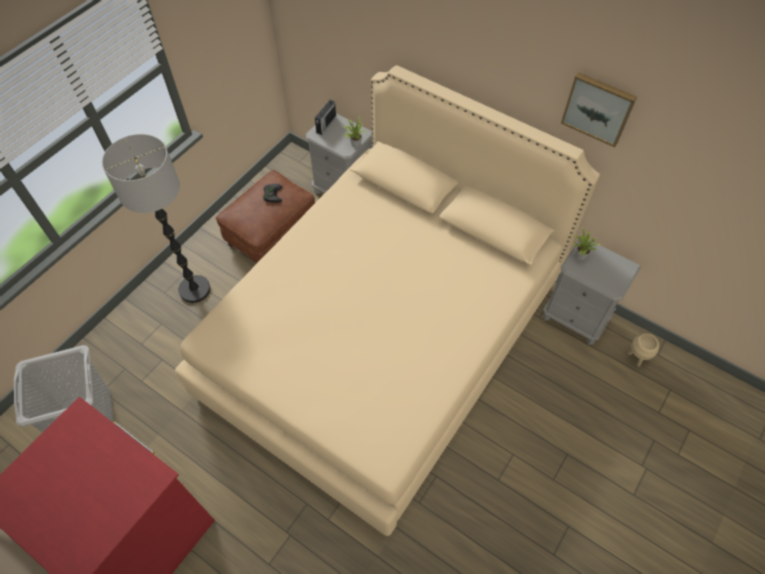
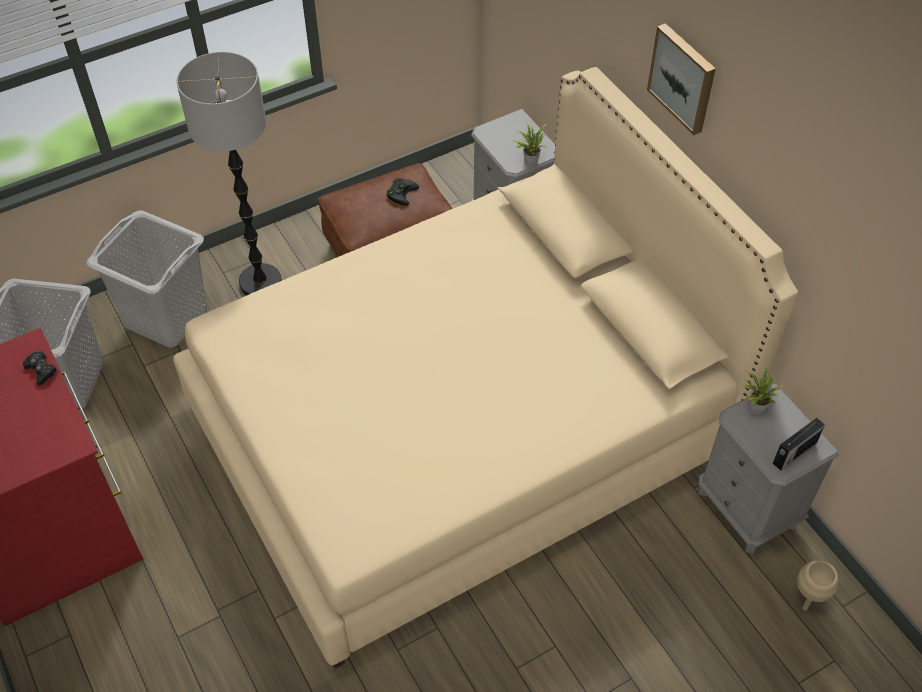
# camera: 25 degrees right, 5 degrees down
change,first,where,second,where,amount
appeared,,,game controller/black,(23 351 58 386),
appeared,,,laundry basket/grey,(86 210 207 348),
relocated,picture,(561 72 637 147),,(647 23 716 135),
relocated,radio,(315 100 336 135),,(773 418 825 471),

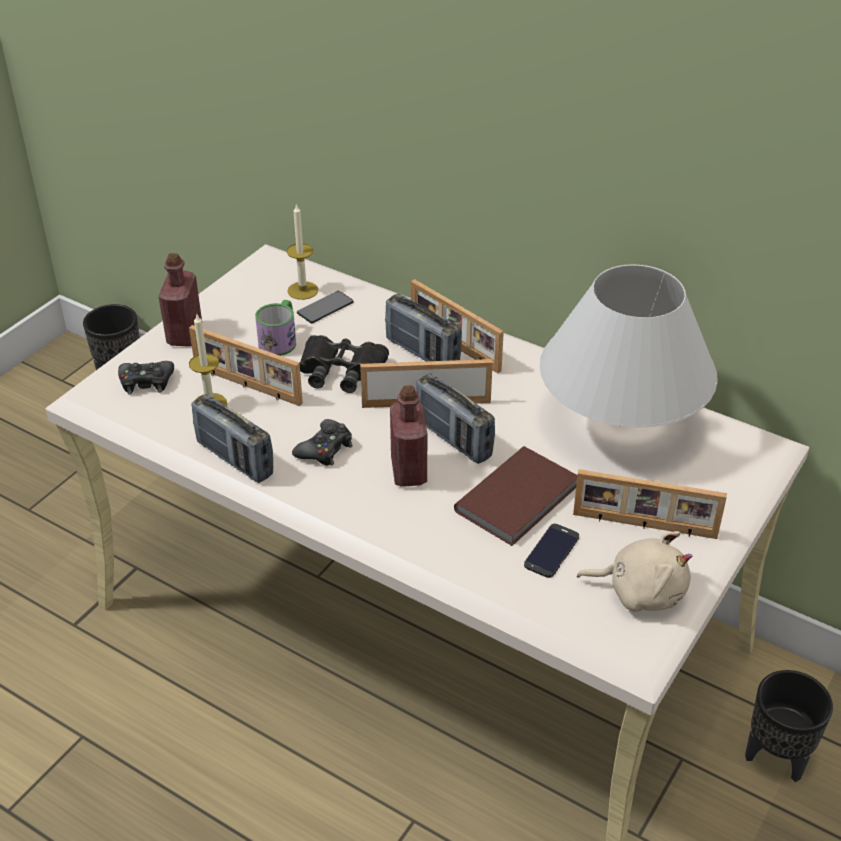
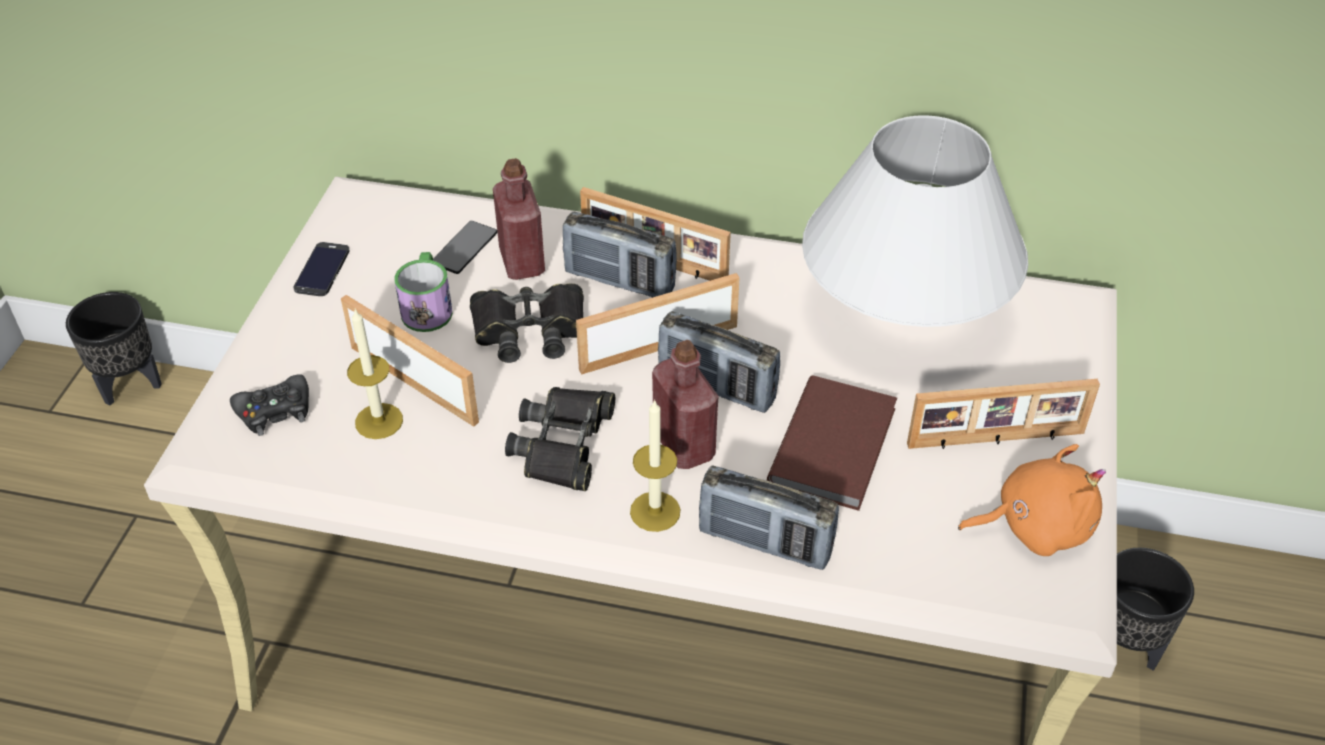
# camera: 20 degrees left, 5 degrees up
change,first,where,second,where,amount
relocated,phone,(524 524 579 578),,(294 242 350 296),
spun,picture frame,(189 325 303 406),,(341 295 479 427),150 degrees counterclockwise
relocated,bottle/red,(158 253 202 347),,(493 158 545 280),
exchanged,game controller/black,(292 419 353 466),binoculars/black,(505 387 615 491),
relocated,candle,(286 203 318 300),,(630 399 680 532),
relocated,radio,(191 394 273 483),,(699 465 839 570),
colour,plush toy/beige,(577 531 692 612),plush toy/orange,(958 444 1106 556),

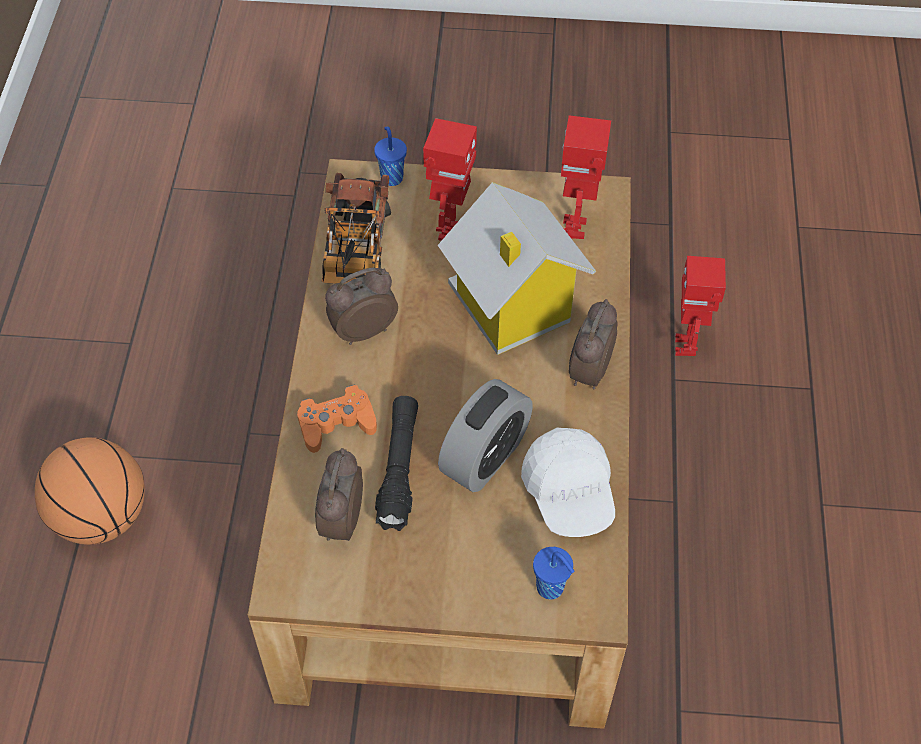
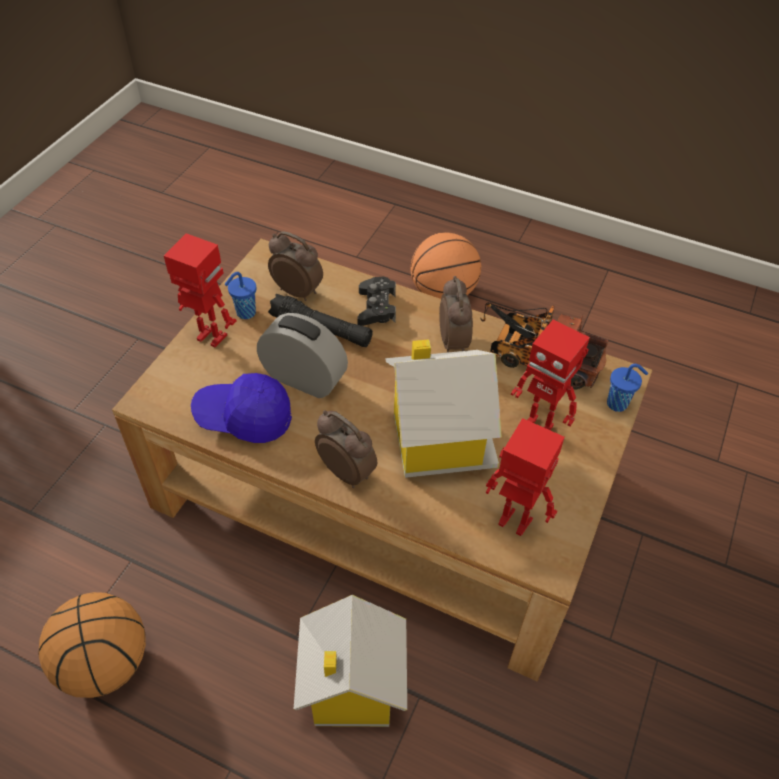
# camera: 110 degrees right, 5 degrees down
change,first,where,second,where,amount
appeared,,,basketball,(38 592 146 698),
relocated,toy robot,(675 256 726 356),,(164 233 237 347),
colour,cap/white,(521 427 615 537),cap/blue,(191 373 292 443),
relocated,cup/blue,(533 547 574 599),,(225 272 256 319),
spun,alarm clock,(438 379 533 492),,(257 313 348 398),150 degrees clockwise
appeared,,,toy house,(294 595 407 727),
colour,game controller/orange,(297 385 377 453),game controller/black,(358 277 396 326),

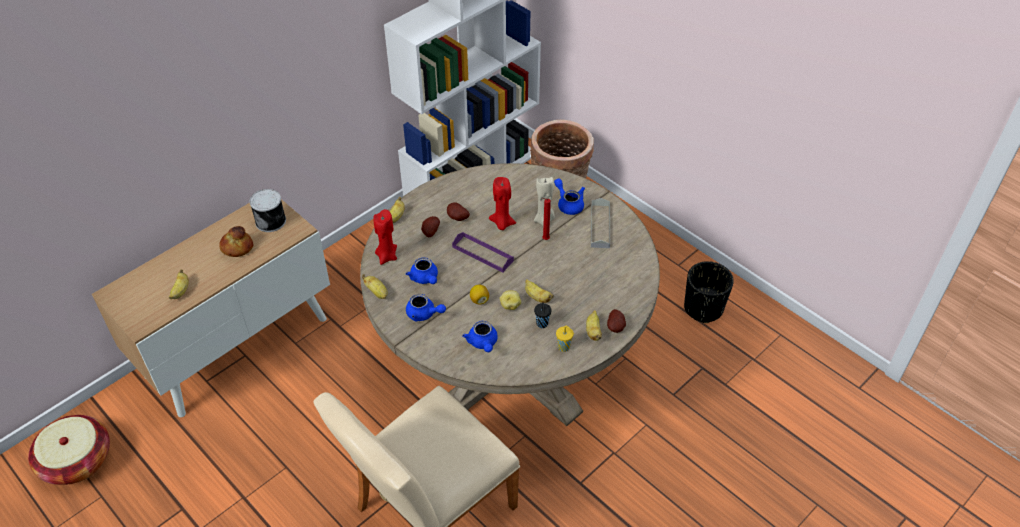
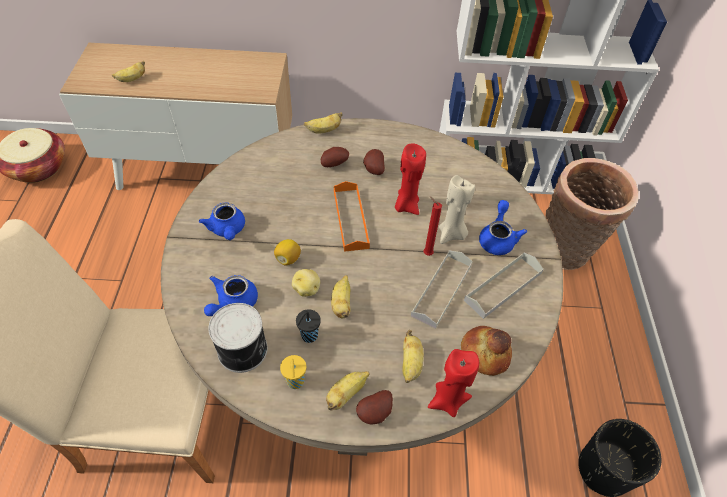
# camera: 45 degrees right, 5 degrees up
change,first,where,second,where,amount
relocated,can,(250 189 286 232),,(208 303 268 373),
colour,tray/purple,(452 232 514 273),tray/orange,(334 181 370 252),
relocated,banana,(362 274 388 299),,(402 330 424 383),
appeared,,,tray/grey,(410 251 473 329),
relocated,candle/red,(373 209 397 265),,(428 349 479 417),
relocated,bread,(219 226 253 257),,(461 326 512 376),
missing,teapot/blue,(406 257 438 284),,,

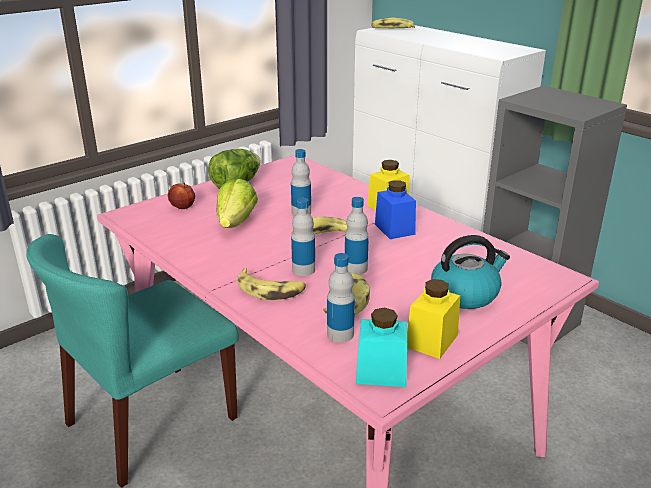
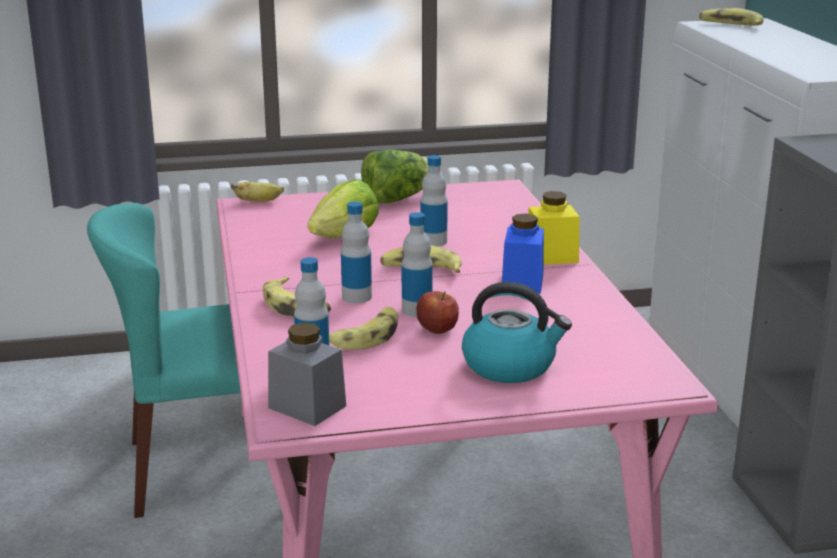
# camera: 30 degrees right, 5 degrees down
change,first,where,second,where,amount
appeared,,,banana,(231 182 284 201),
colour,jar/turquoise,(356 308 407 387),jar/grey,(268 323 346 426),
relocated,apple,(168 183 195 209),,(416 291 459 334),
missing,jar/yellow,(407 279 460 359),,,

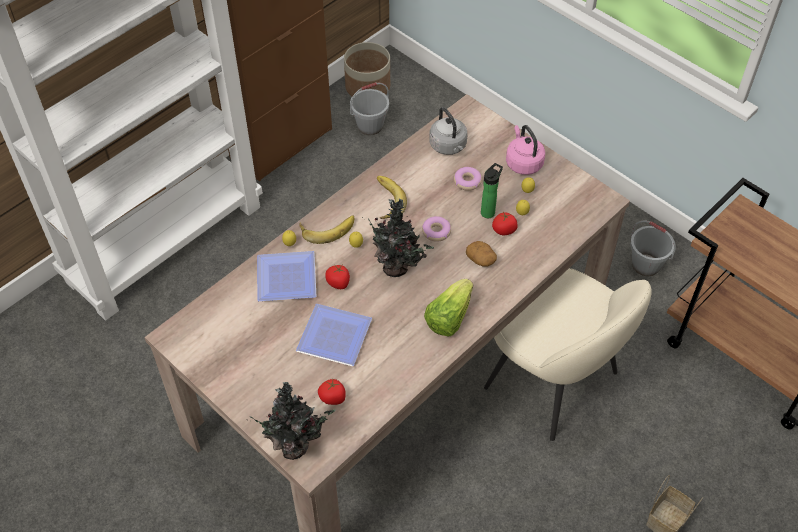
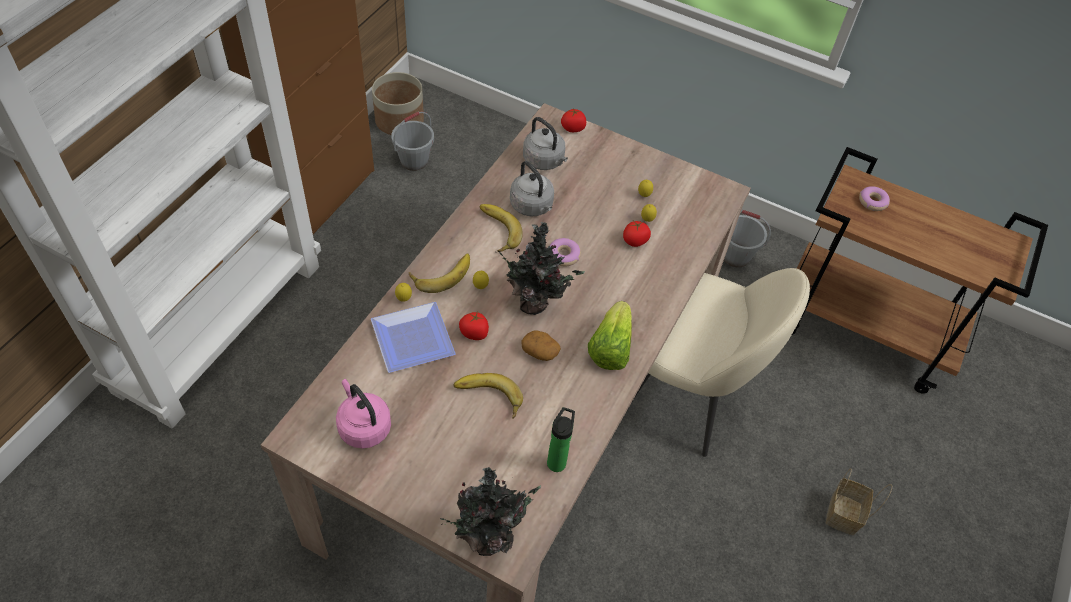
# camera: 20 degrees left, 0 degrees up
change,first,where,second,where,amount
relocated,kettle/pink,(506 125 545 175),,(336 379 391 449),
exchanged,plate,(296 304 372 366),banana,(454 373 523 419),
appeared,,,kettle/grey,(510 161 554 217),
relocated,potato,(466 241 497 267),,(521 330 561 361),
relocated,bottle,(481 163 503 218),,(547 407 575 472),
relocated,tomato,(318 379 346 405),,(561 108 586 132),
relocated,donut,(454 167 482 191),,(859 186 890 211),

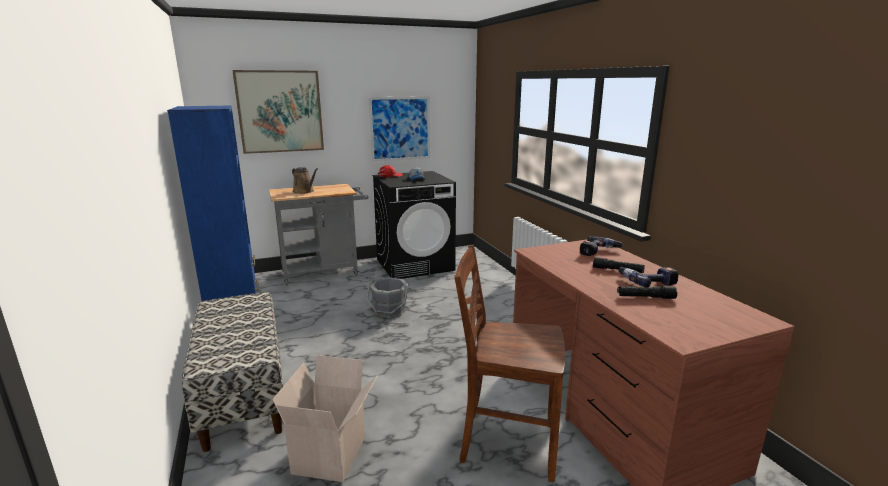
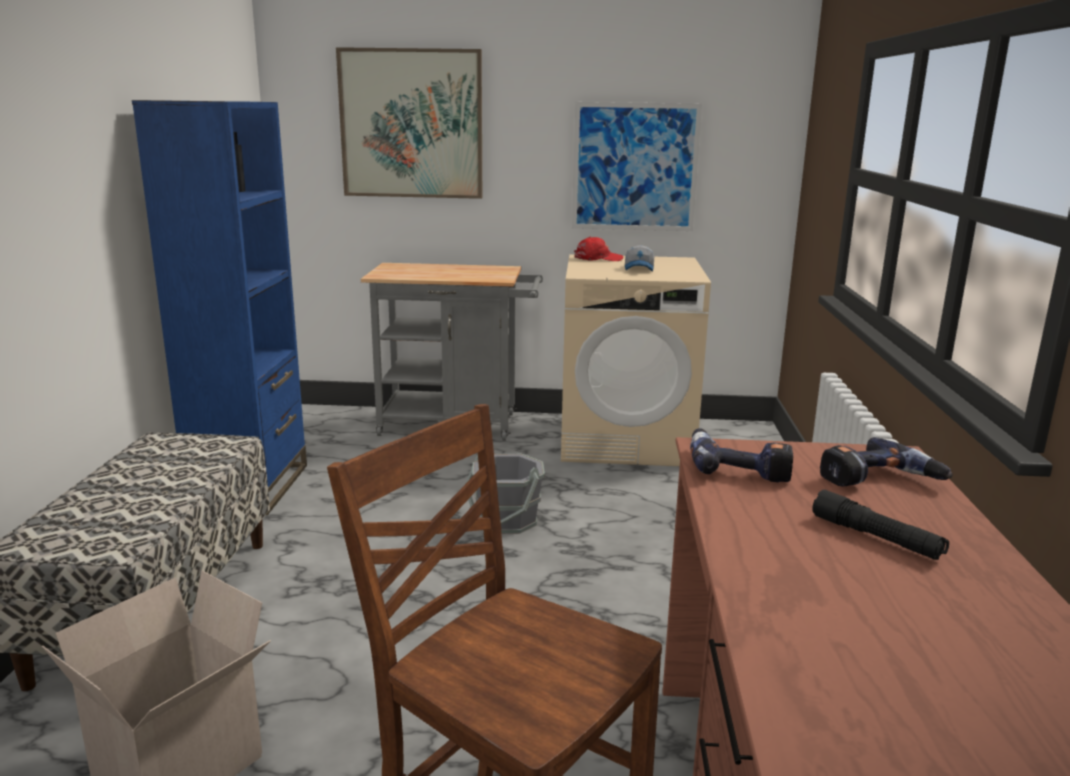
# camera: 25 degrees right, 0 degrees up
change,first,where,second,where,amount
colour,washing machine/black,(373 171 456 279),washing machine/beige,(561 254 711 466),
relocated,power drill,(619 267 679 287),,(690 428 793 482),
missing,watering can/brown,(292 167 318 194),,,
missing,flashlight/black,(617 286 677 299),,,

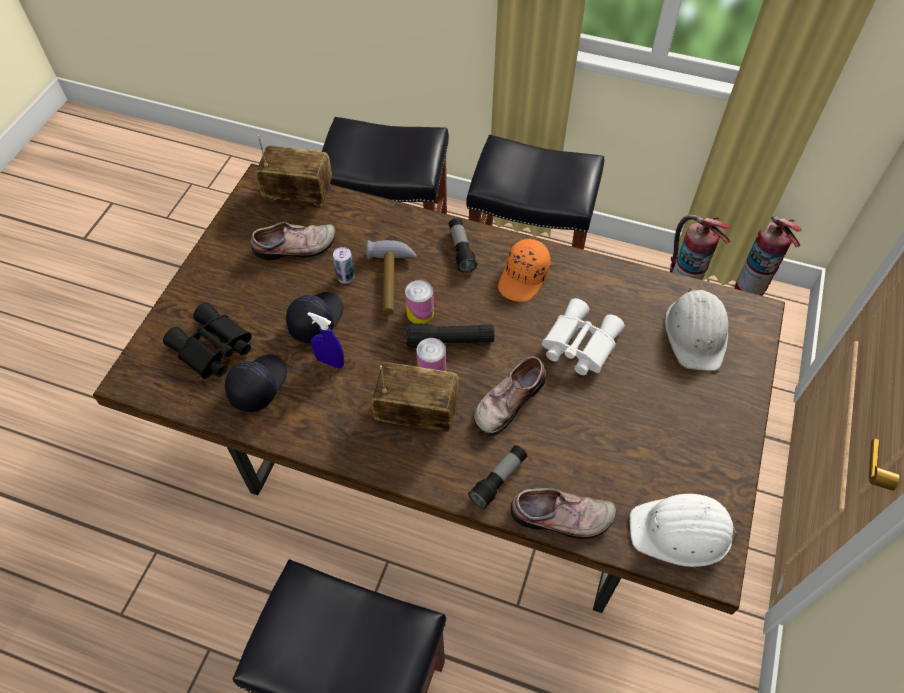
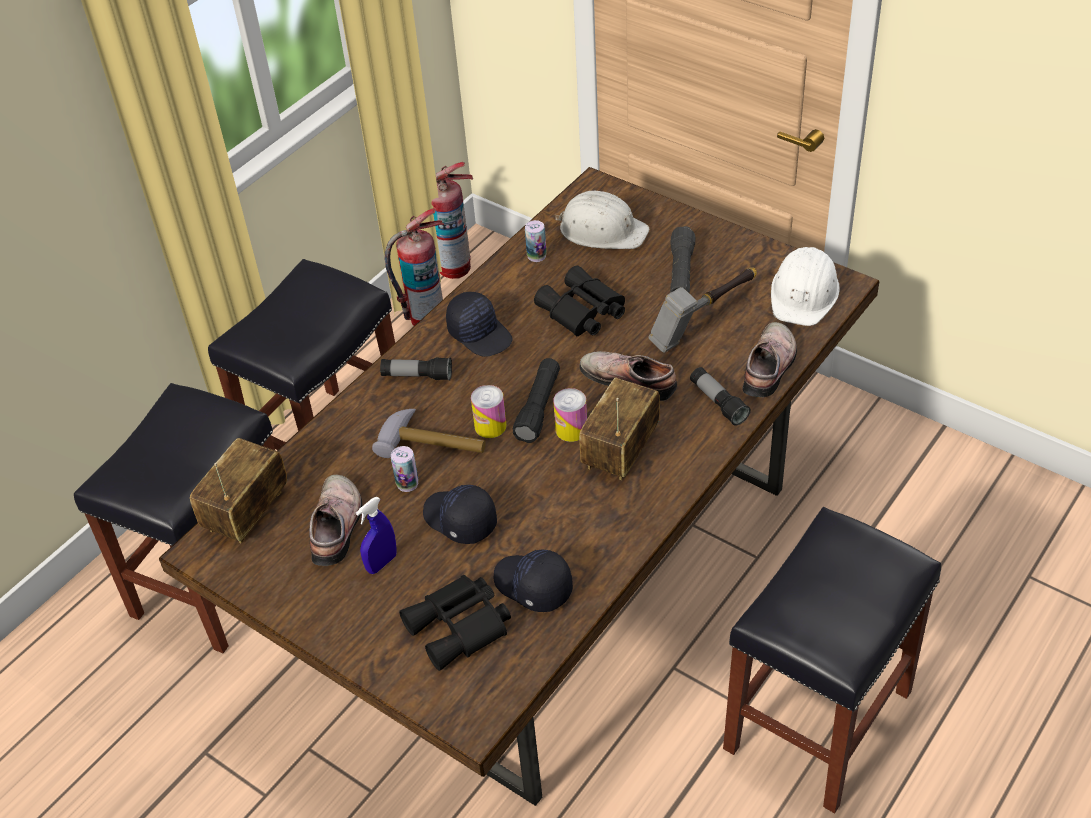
# camera: 70 degrees left, 10 degrees down
change,first,where,second,where,amount
relocated,spray bottle/blue,(307 312 344 369),,(356 497 397 574),
colour,cap/orange,(498 239 551 302),cap/black,(446 292 513 357),
appeared,,,can,(525 220 547 262),
colour,binoculars/white,(542 298 625 375),binoculars/black,(534 266 625 336),
spun,shoe,(474 357 546 436),,(579 351 677 401),150 degrees clockwise
appeared,,,hammer,(648 267 757 353),
appeared,,,flashlight/black,(670 226 696 293),

